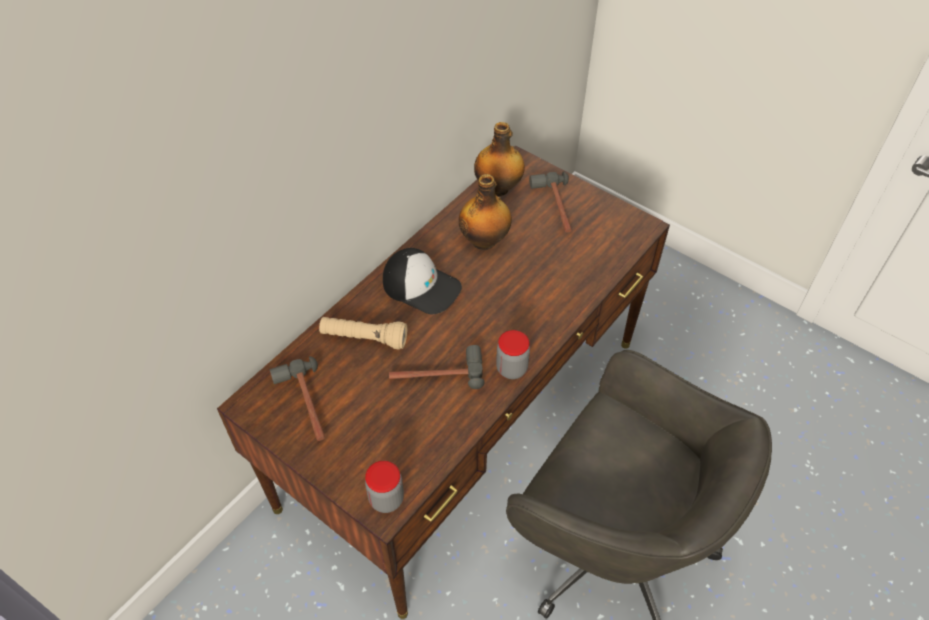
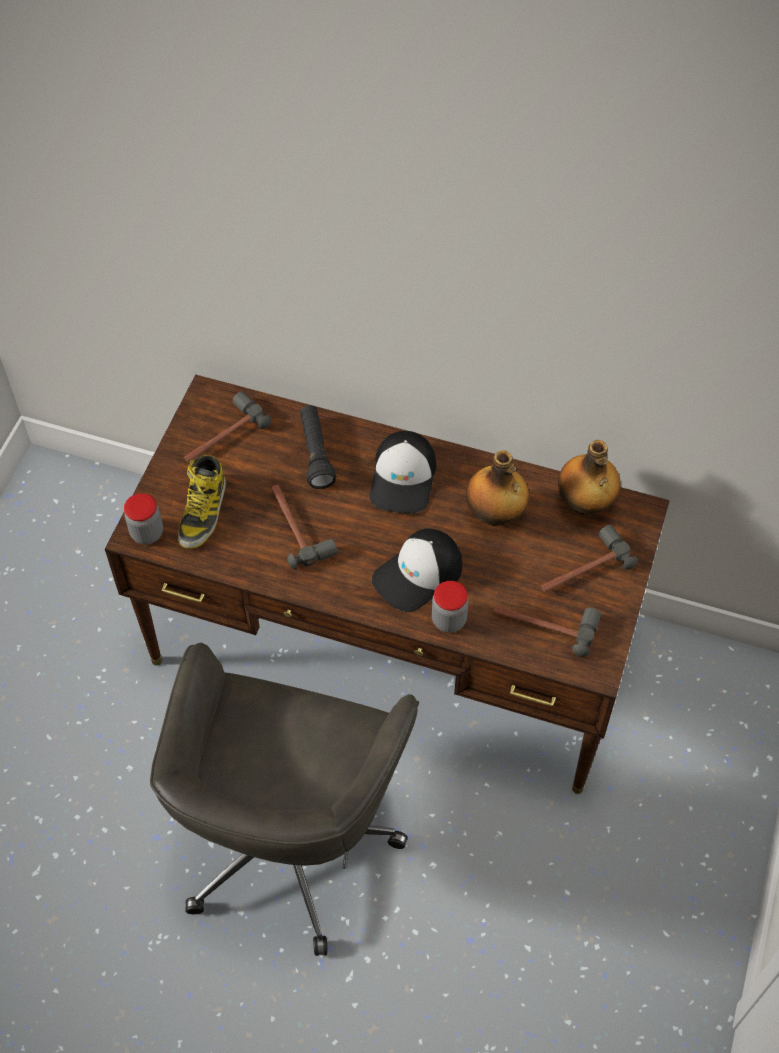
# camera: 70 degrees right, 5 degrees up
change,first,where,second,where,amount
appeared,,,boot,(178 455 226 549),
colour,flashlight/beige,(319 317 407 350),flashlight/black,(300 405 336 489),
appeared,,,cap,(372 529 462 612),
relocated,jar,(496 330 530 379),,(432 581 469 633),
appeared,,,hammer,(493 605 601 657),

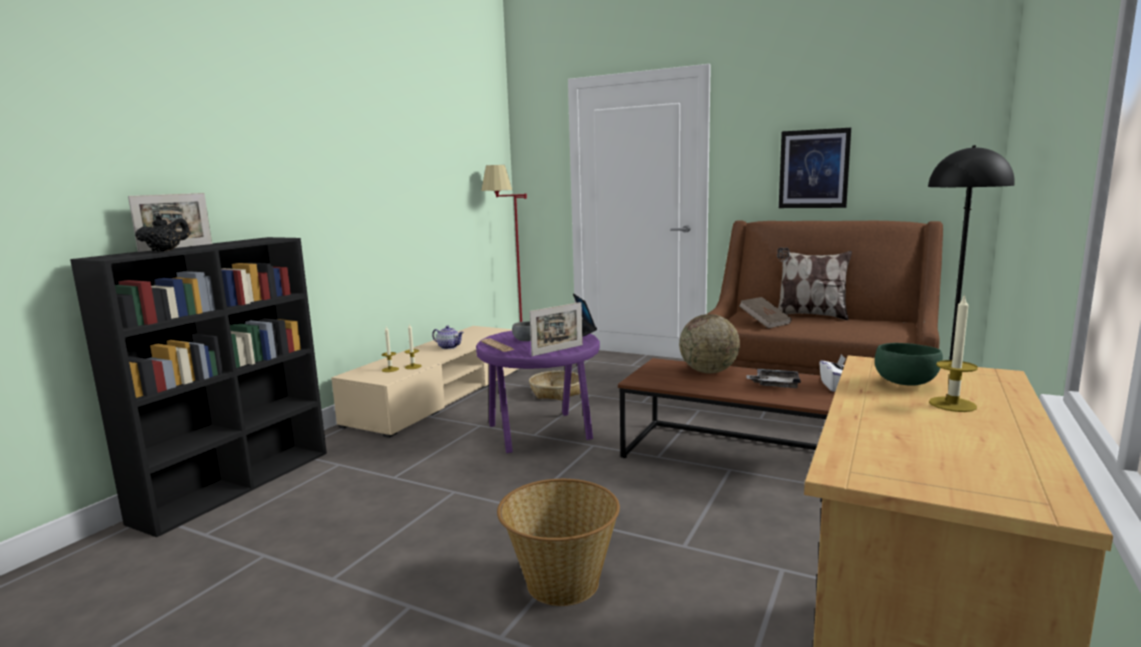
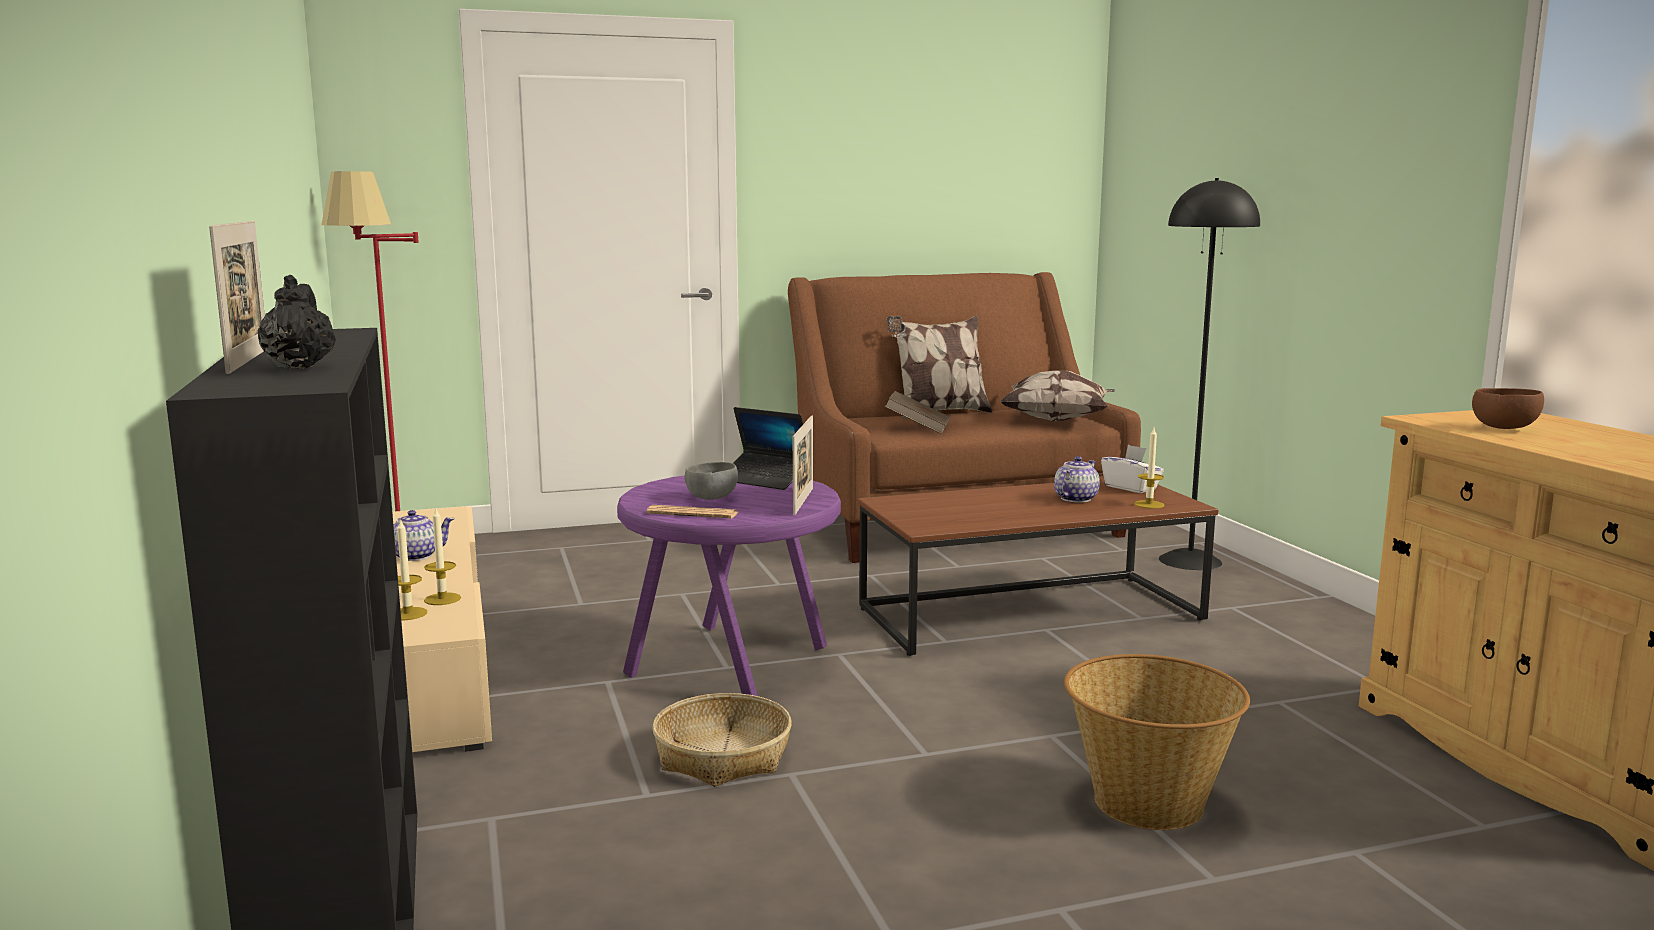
# camera: 45 degrees left, 0 degrees up
change,first,where,second,where,amount
relocated,basket,(529 371 581 400),,(652 693 792 787),
appeared,,,pillow,(1000 370 1115 422),
exchanged,tray/grey,(747 369 801 388),teapot,(1054 456 1100 502),
relocated,candle,(929 294 978 412),,(1134 428 1164 509),
colour,bowl/green,(875 343 943 386),bowl/brown,(1472 388 1544 429),
missing,globe,(679 314 740 374),,,
missing,picture,(779 128 851 208),,,

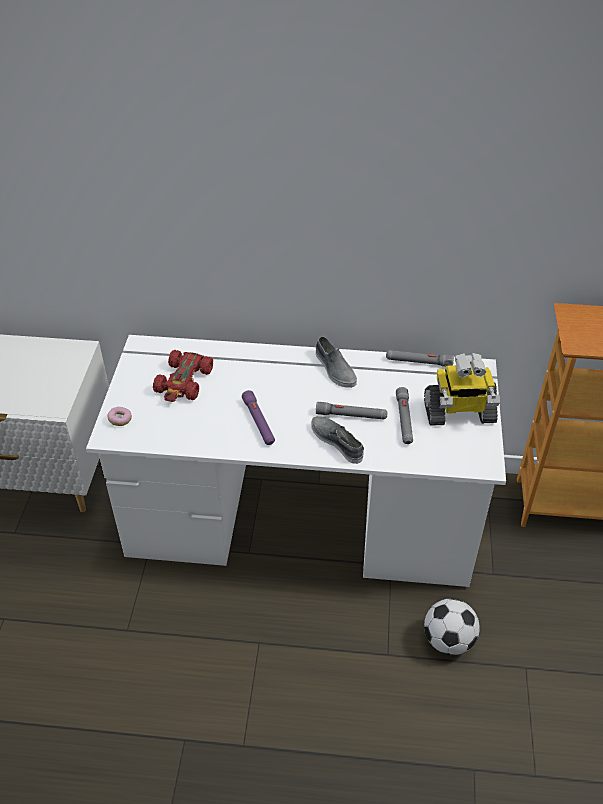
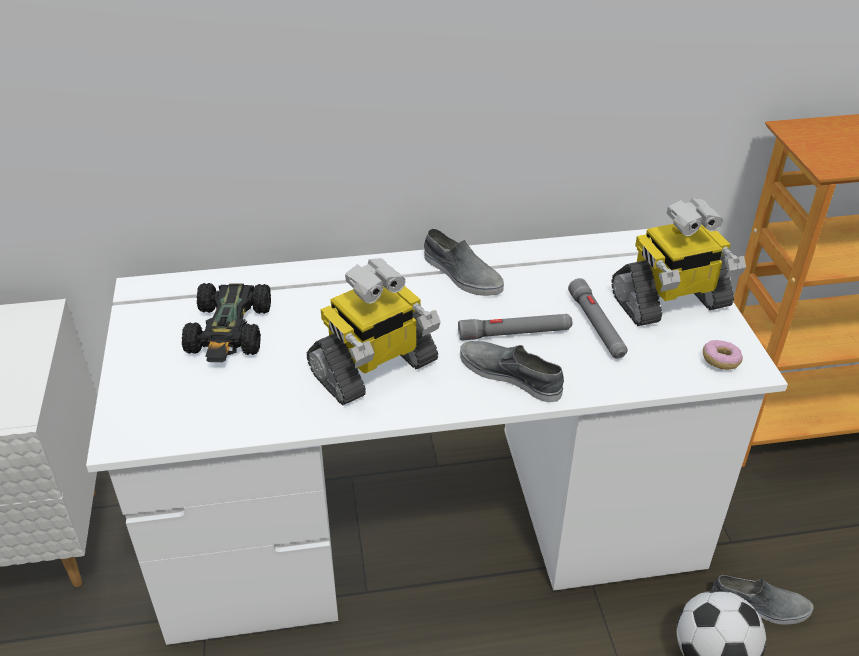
# camera: 15 degrees left, 5 degrees down
change,first,where,second,where,amount
colour,toy car/red,(153 350 213 402),toy car/black,(182 283 271 362),
exchanged,flashlight/purple,(242 390 275 445),toy robot,(307 258 441 405),
relocated,donut,(107 407 132 426),,(703 340 743 370),
appeared,,,shoe/grey,(711 575 814 624),
missing,flashlight/grey,(386 350 454 367),,,

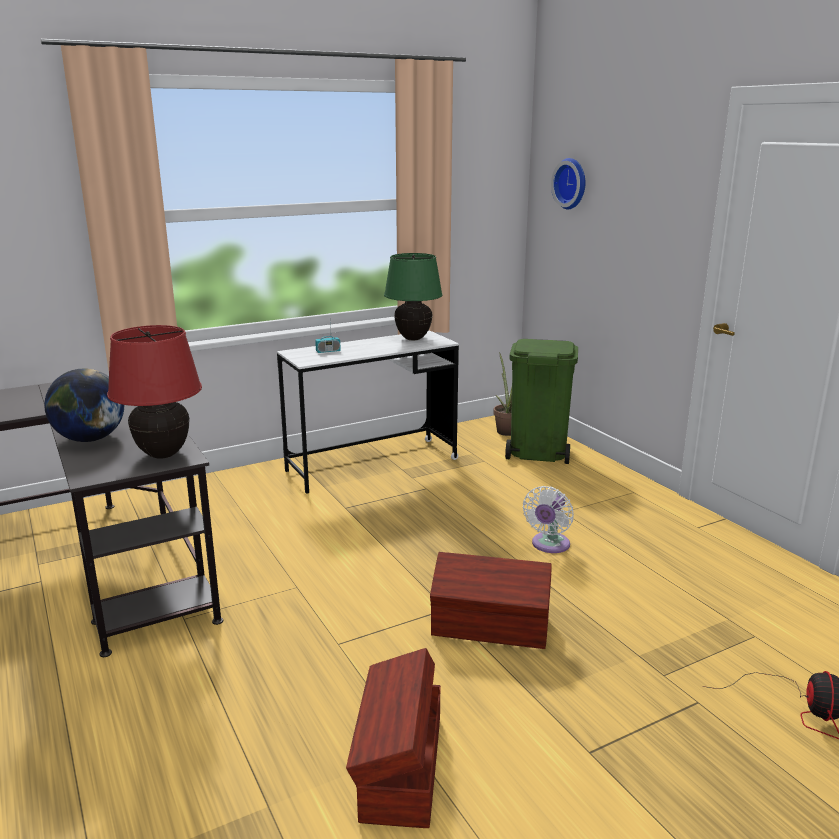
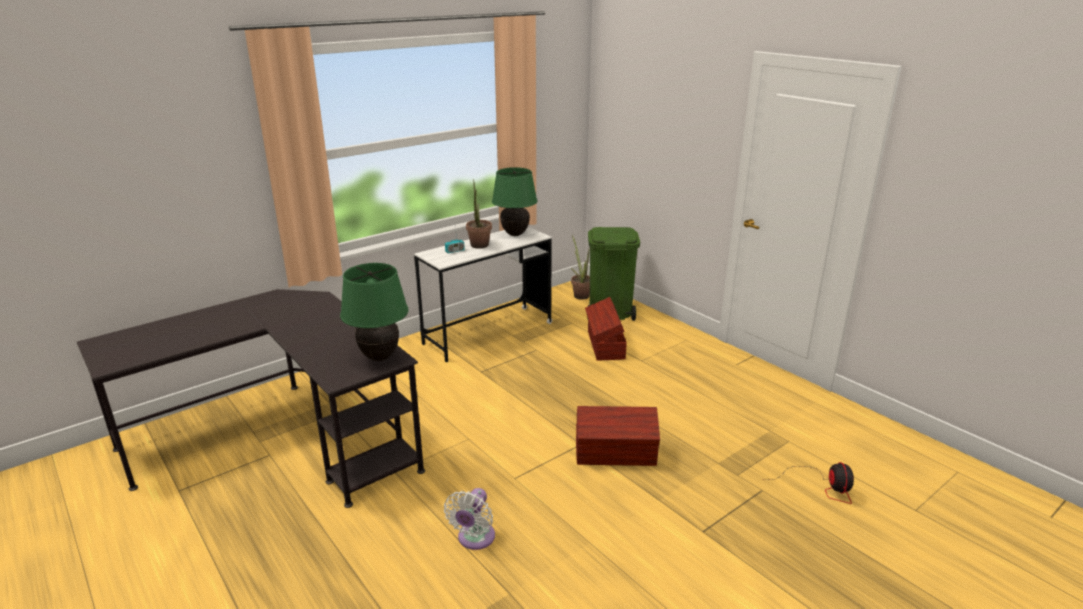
# camera: 10 degrees left, 5 degrees up
change,first,where,second,where,amount
colour,table lamp/red,(107 325 202 459),table lamp/green,(340 263 409 361),
relocated,fan/white,(523 486 574 553),,(444 488 495 550),
appeared,,,potted plant,(466 179 492 249),
relocated,storage box/brown,(346 648 441 828),,(585 297 627 361),
missing,globe,(44 368 124 442),,,
missing,wall clock,(551 158 586 209),,,

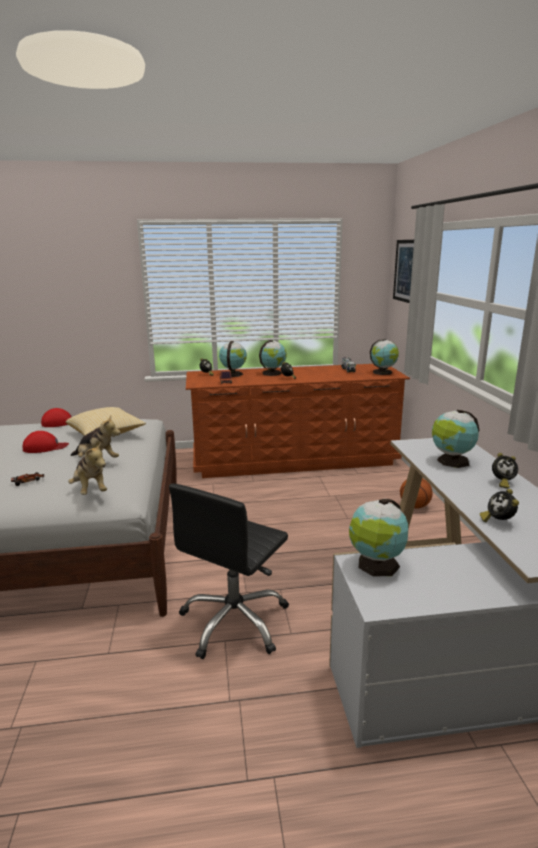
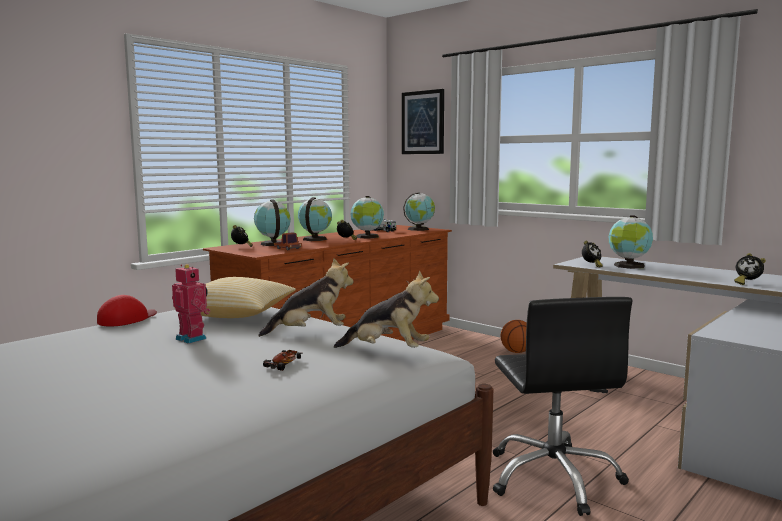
# camera: 40 degrees left, 10 degrees down
change,first,where,second,where,amount
exchanged,cap/red,(23 431 69 453),toy robot,(172 264 210 344),
relocated,globe,(349 499 408 577),,(350 196 384 238),
relocated,alarm clock,(492 453 518 488),,(582 241 603 267),

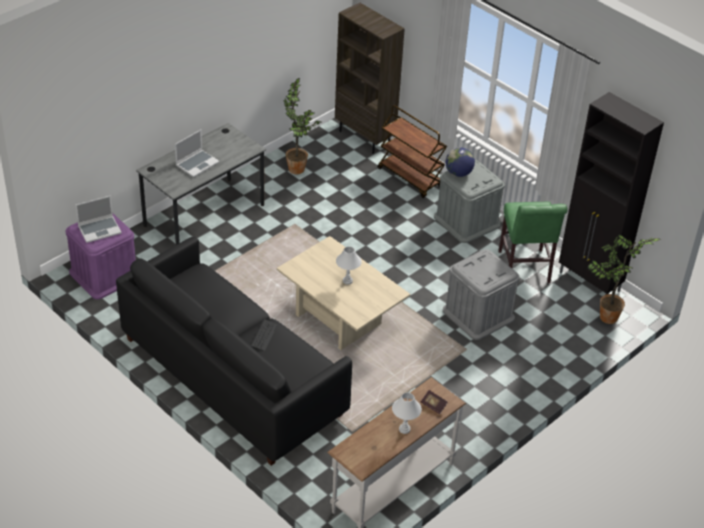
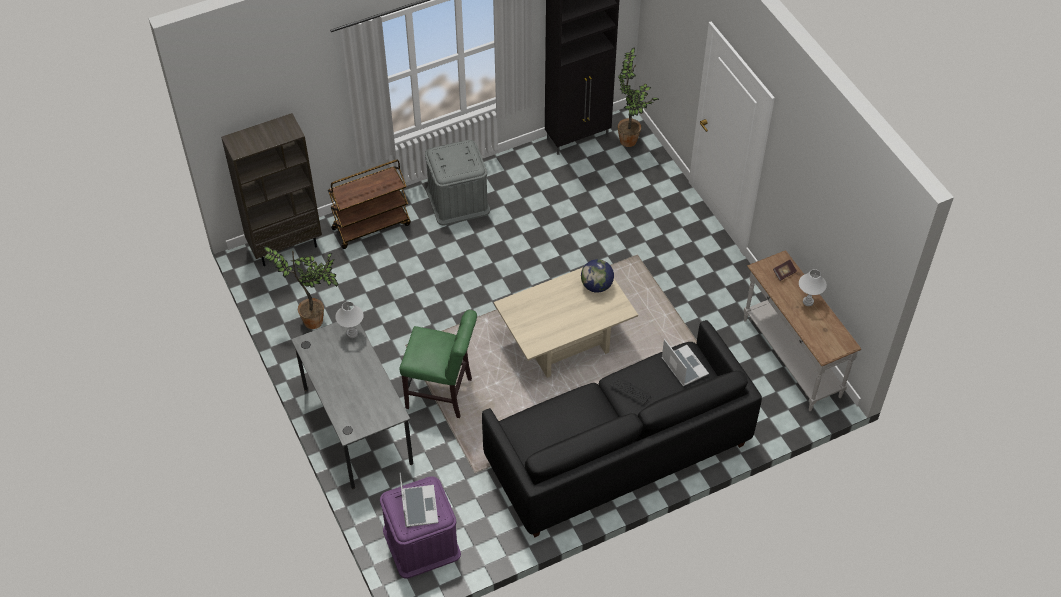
# camera: 70 degrees left, 10 degrees up
change,first,where,second,where,amount
relocated,table lamp/white,(336 246 362 285),,(335 301 364 338),
relocated,chair/green,(498 202 568 283),,(399 310 477 418),
relocated,globe,(446 148 475 177),,(581 259 614 293),
relocated,laptop,(175 130 219 177),,(662 339 709 386),
missing,storage box/grey,(443 249 520 340),,,

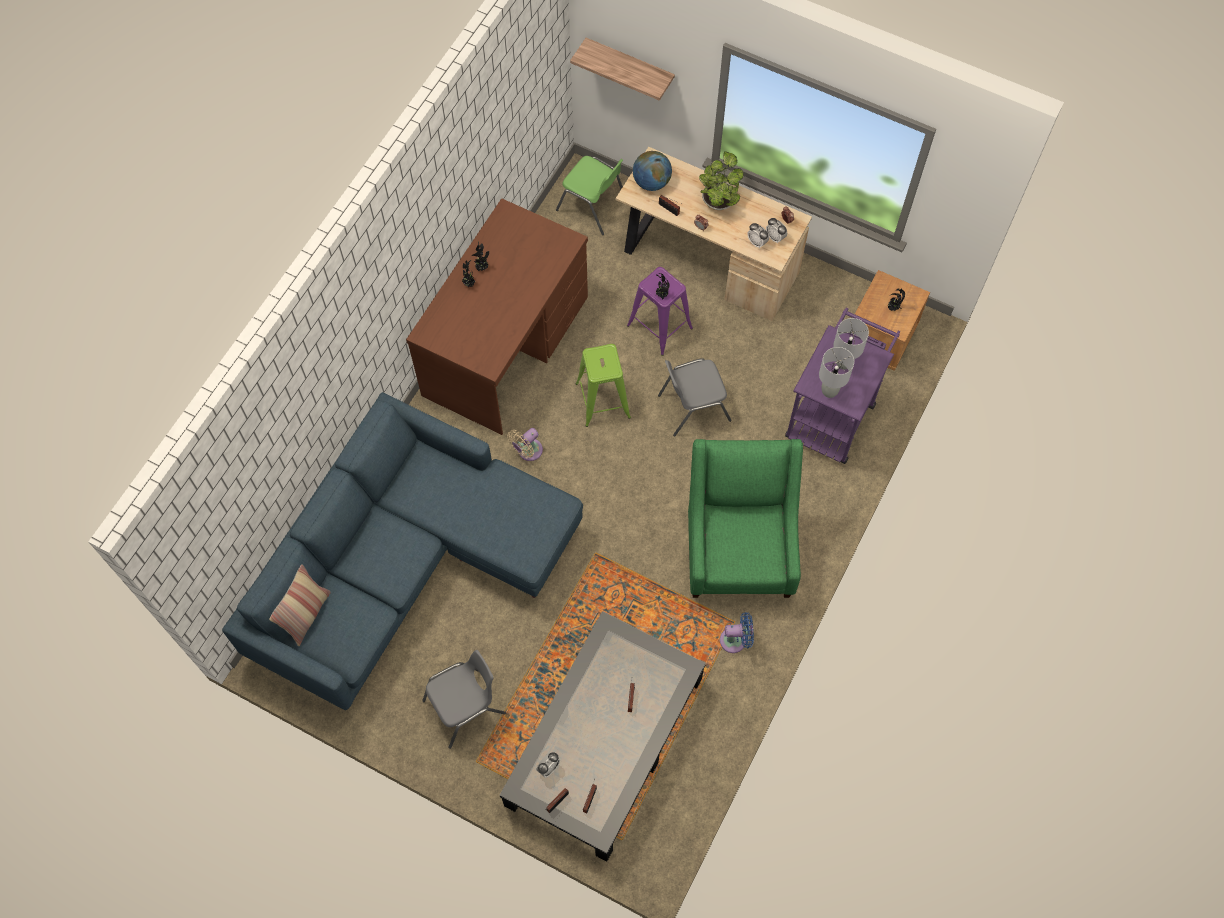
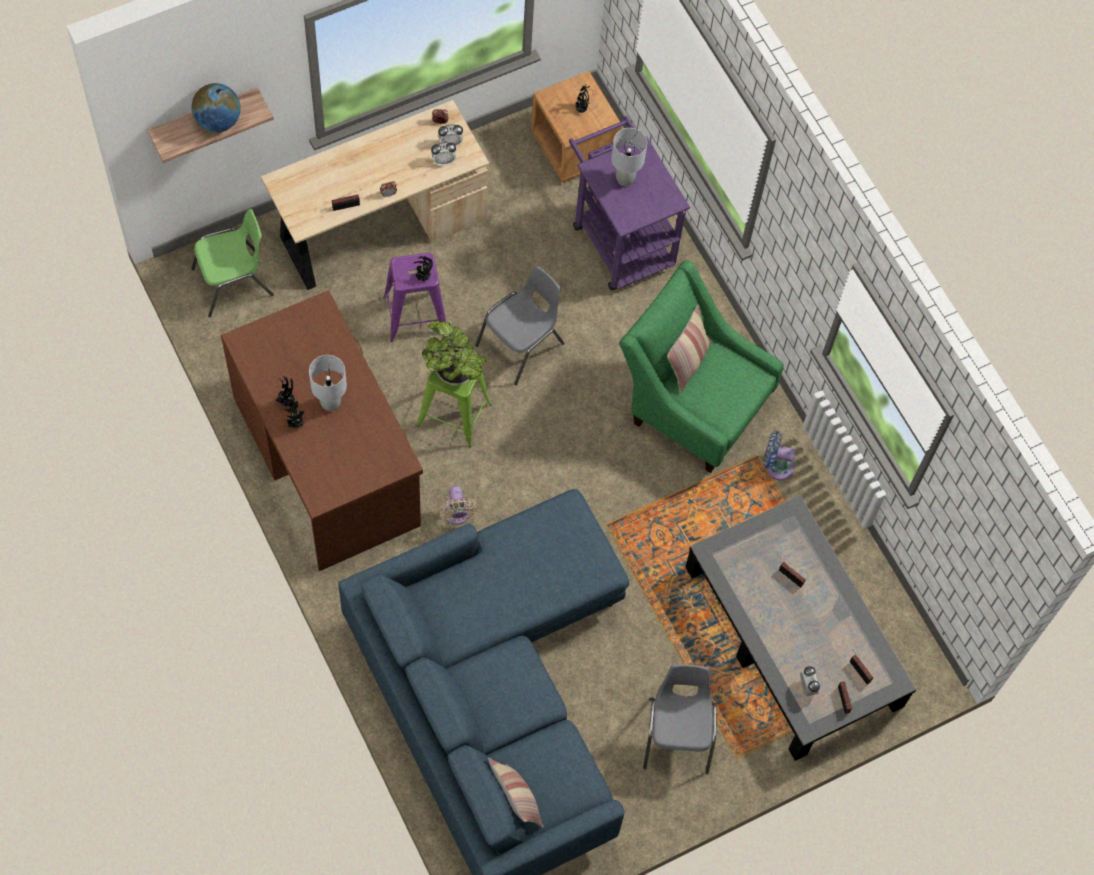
# camera: 60 degrees left, 0 degrees up
change,first,where,second,where,amount
relocated,globe,(633 151 672 191),,(192 83 240 132),
relocated,table lamp/grey,(819 347 854 398),,(309 355 347 411),
relocated,potted plant,(699 151 744 210),,(422 321 486 385),
spun,chair/grey,(658 358 731 436),,(475 266 565 385),150 degrees counterclockwise
appeared,,,pillow,(667 305 712 393),
spun,fan/blue,(720 612 754 653),,(763 431 796 480),105 degrees counterclockwise

